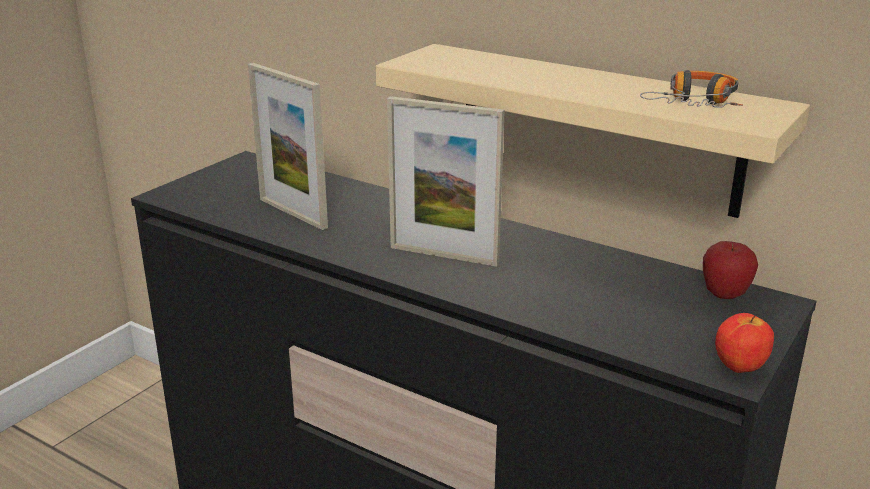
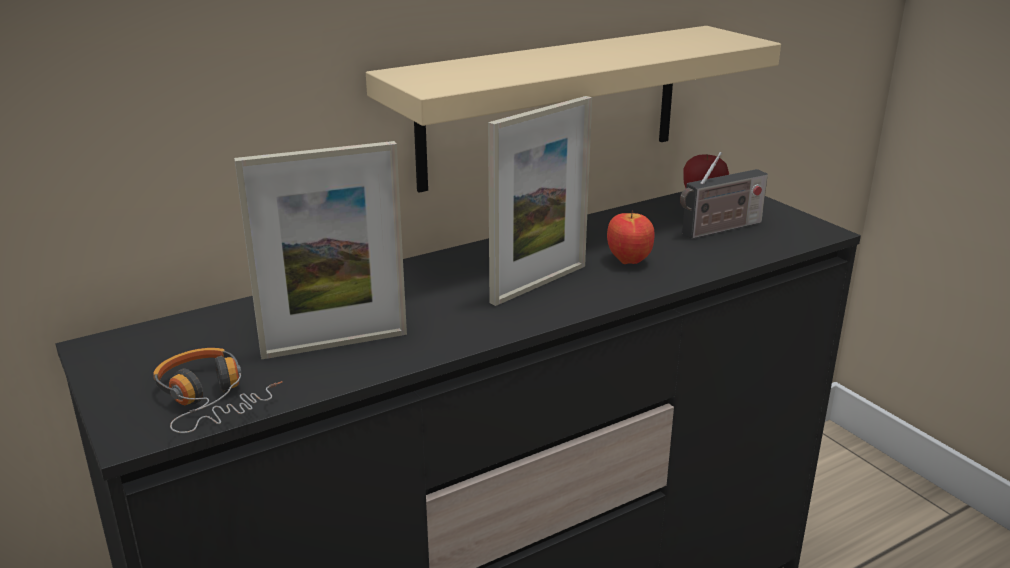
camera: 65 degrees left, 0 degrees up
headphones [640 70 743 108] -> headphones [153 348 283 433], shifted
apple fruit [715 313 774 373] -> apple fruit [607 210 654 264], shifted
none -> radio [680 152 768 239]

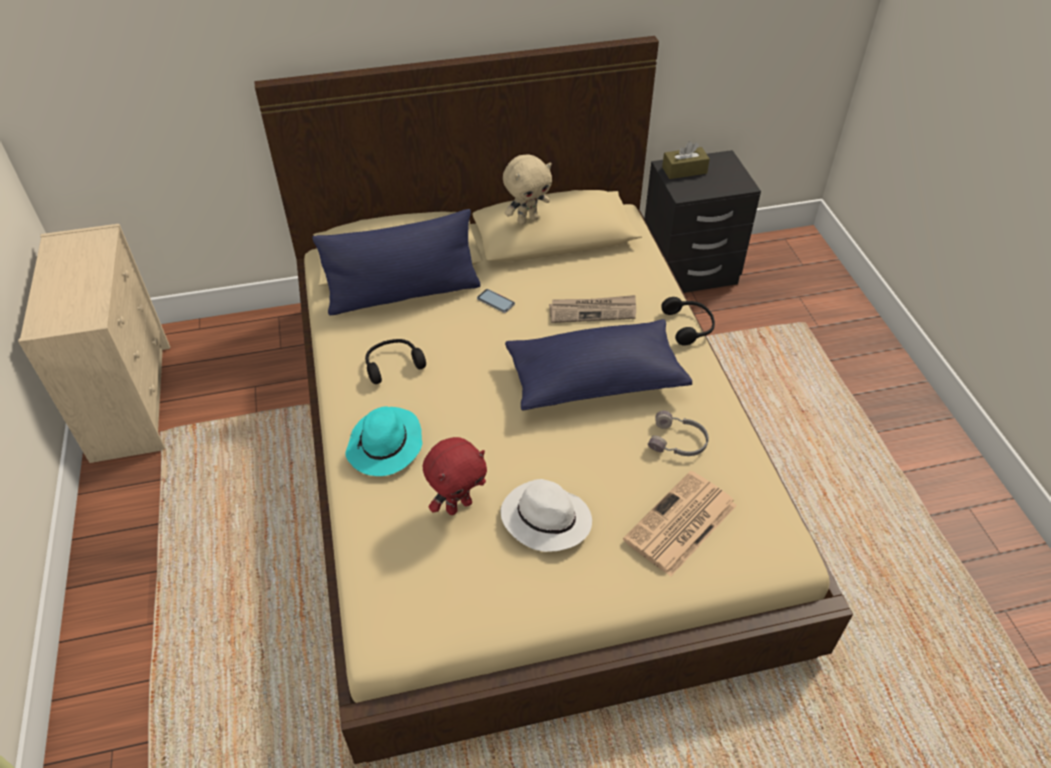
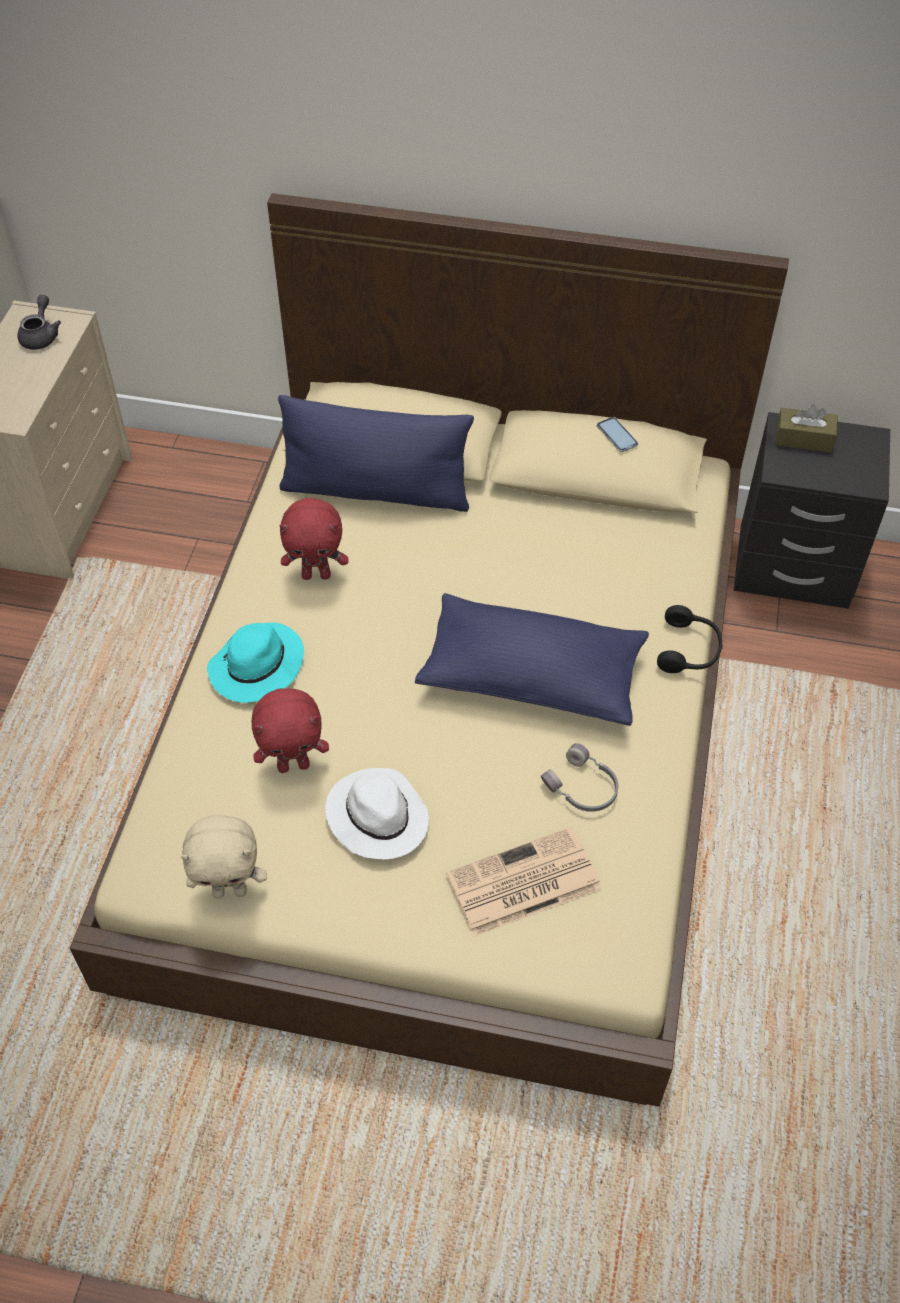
camera: 25 degrees right, 5 degrees up
none -> gray teapot [17 295 61 350]
beige plush toy [503 155 552 225] -> beige plush toy [181 815 267 899], shifted
blackish headphones [365 339 426 384] -> red-coloured plush toy [280 498 348 580]
phone [477 289 515 313] -> phone [597 417 638 452], shifted
daily paper [549 295 636 323] -> none

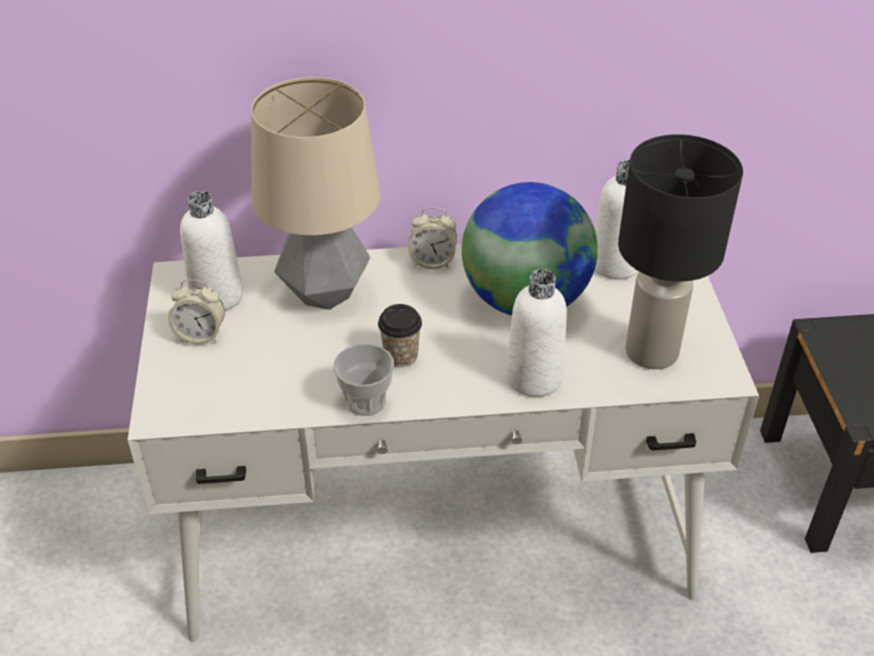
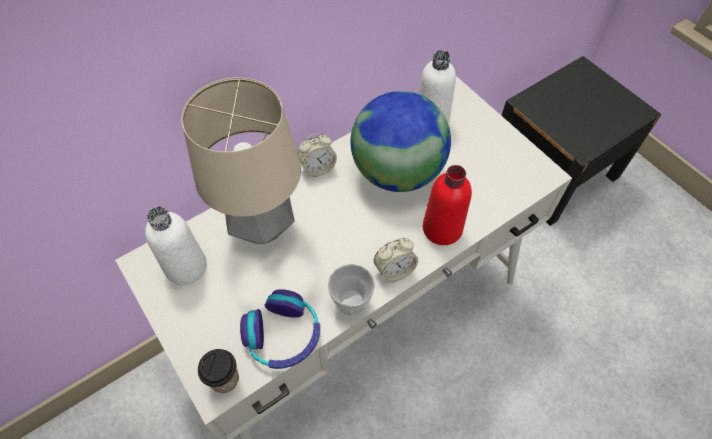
camera: 30 degrees left, 15 degrees up
drinking cup [378 304 422 368] -> drinking cup [198 349 239 393], shifted
none -> headphones [240 289 320 369]
bedside clock [168 279 225 345] -> bedside clock [374 238 418 282], shifted
white drink bottle [506 269 567 397] -> red-coloured drink bottle [423 165 472 245]
blackish tabletop lamp [618 134 743 369] -> none

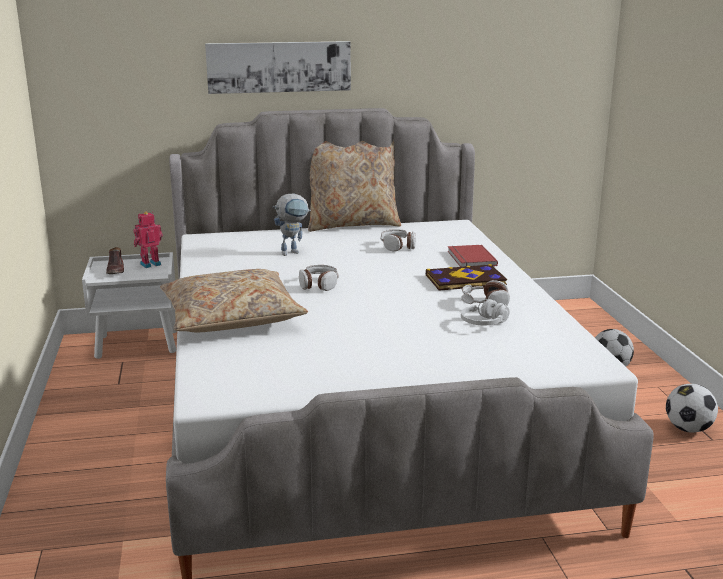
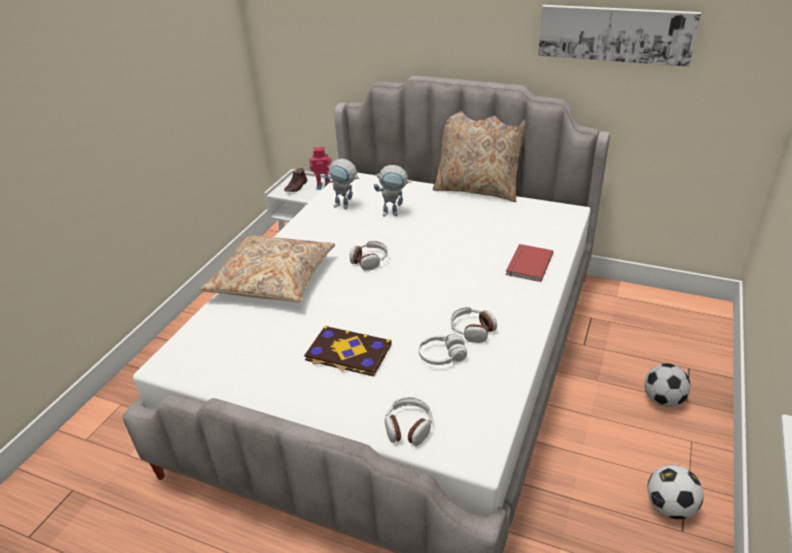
camera: 35 degrees right, 15 degrees up
volume [426 264 507 291] -> volume [304 326 391 376], shifted
none -> toy robot [324 159 359 209]
headphones [380 229 416 252] -> headphones [385 397 432 446], shifted
picture [205 41 351 94] -> picture [538 5 701 67], shifted

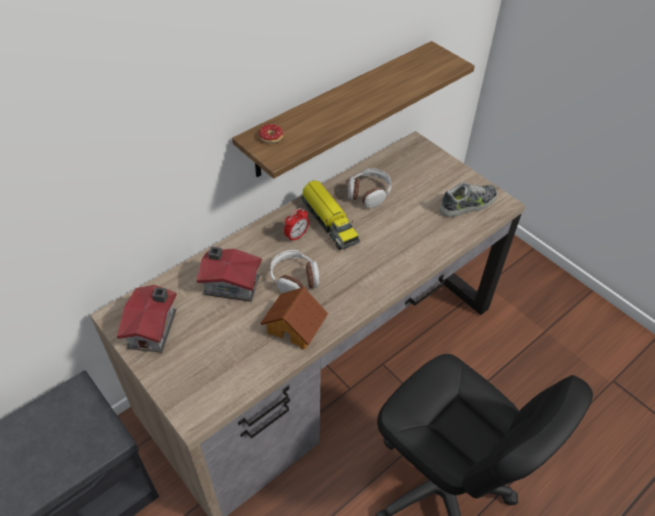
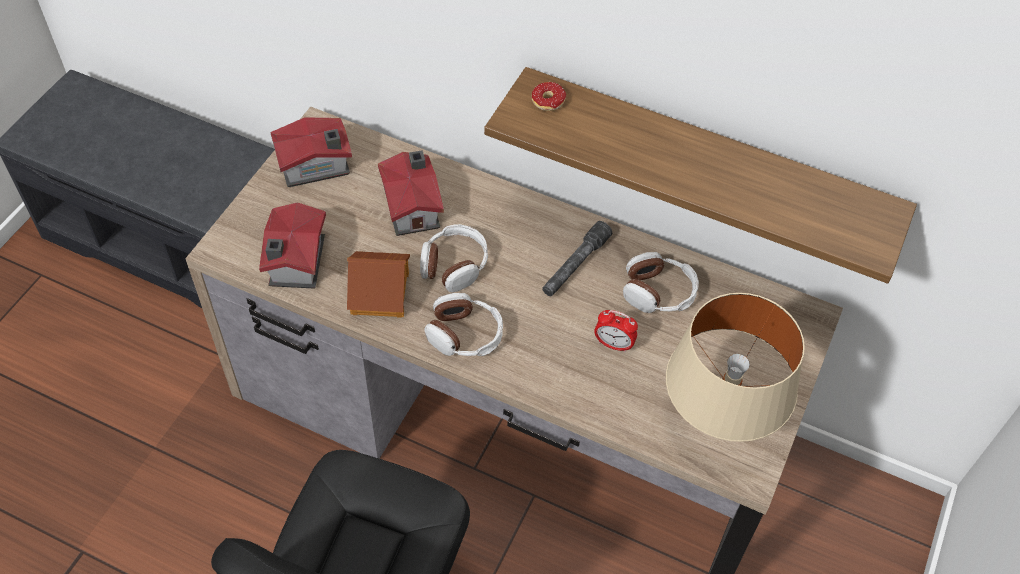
camera: 65 degrees right, 5 degrees up
none -> miniature house [259 202 326 289]
none -> headphones [424 293 503 356]
toy lorry [301 180 360 250] -> gray hand torch [542 221 612 296]
bedside clock [284 208 309 242] -> bedside clock [594 310 638 352], shifted
shoe [440 183 497 217] -> beige tabletop lamp [666 293 805 442]

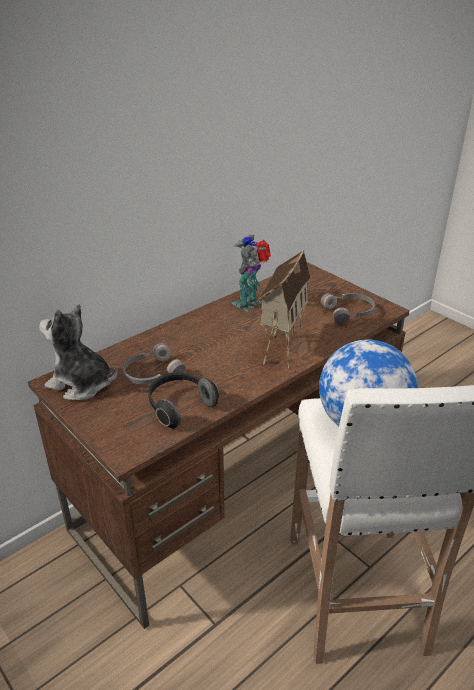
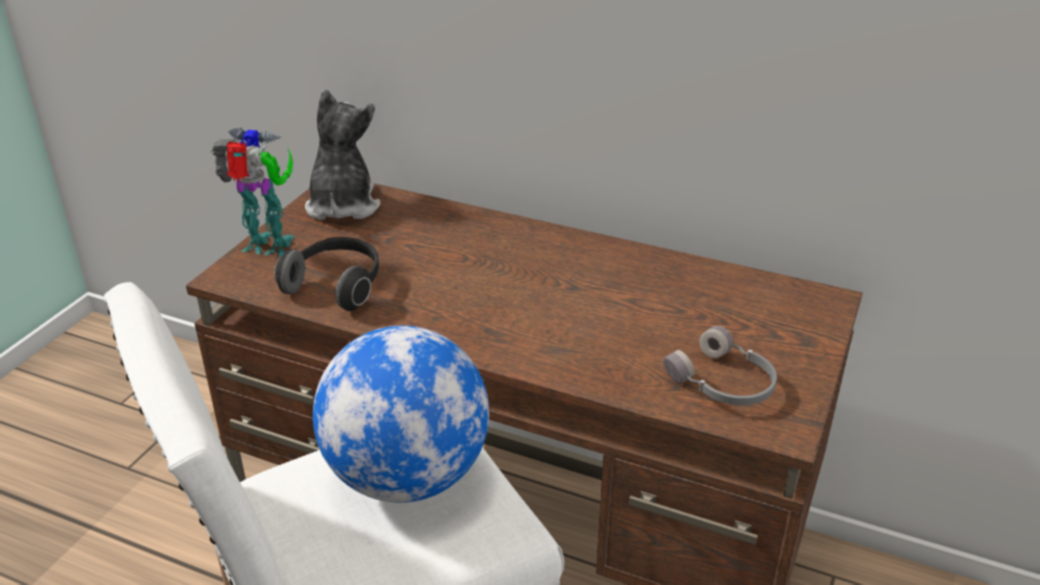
camera: 65 degrees right, 0 degrees up
toy robot [231 235 271 312] -> toy robot [211 128 294 257], shifted
gray headphones [123 343 186 384] -> none
miniature house [258 250 310 369] -> none

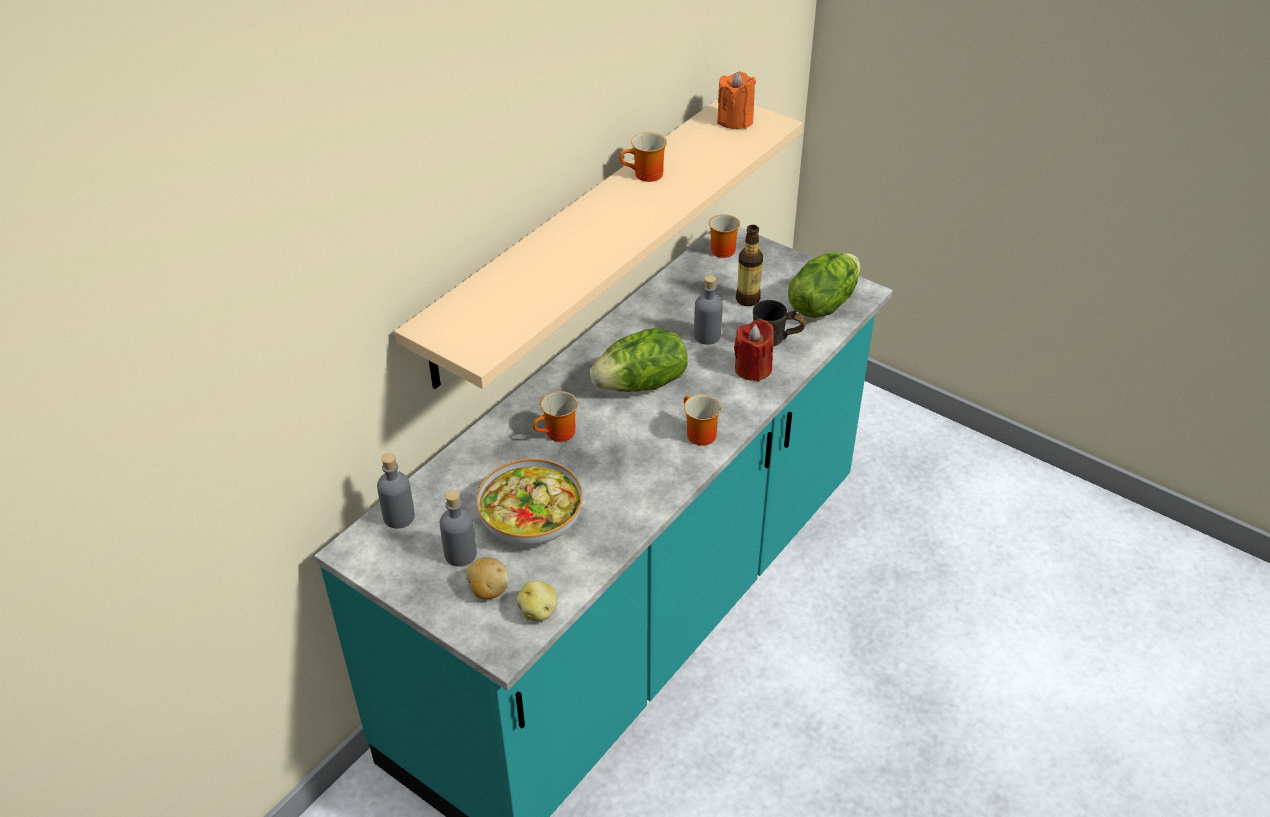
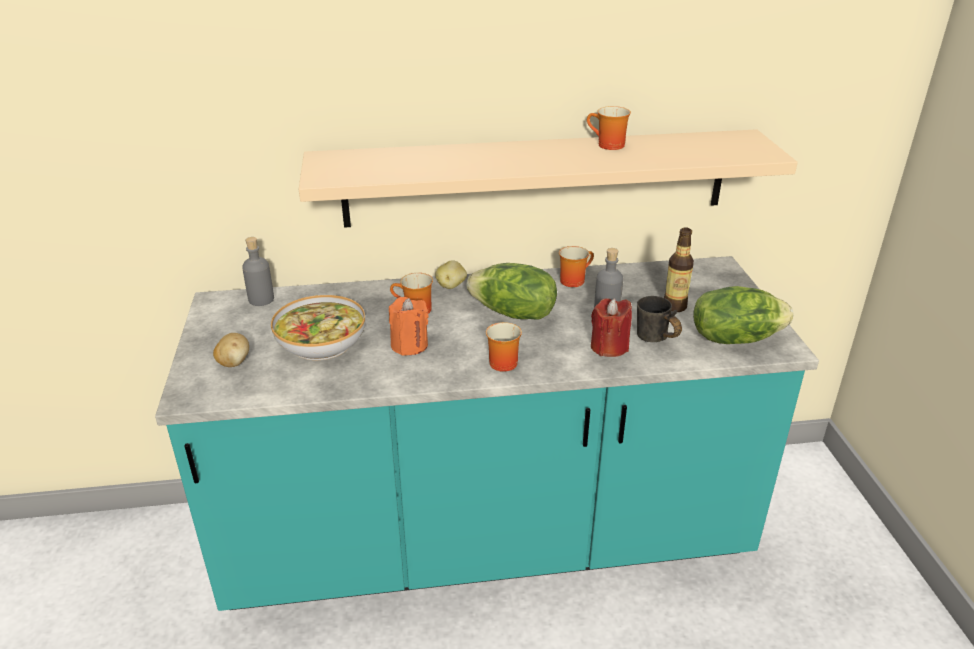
camera: 45 degrees right, 10 degrees down
orangey wax candle [717 71 756 129] -> orangey wax candle [389 297 429 356], shifted
spud [516 580 557 621] -> spud [435 260 467 289], shifted
tea mug [709 214 740 258] -> tea mug [559 246 594 287], shifted
gray drink bottle [440 490 477 567] -> none

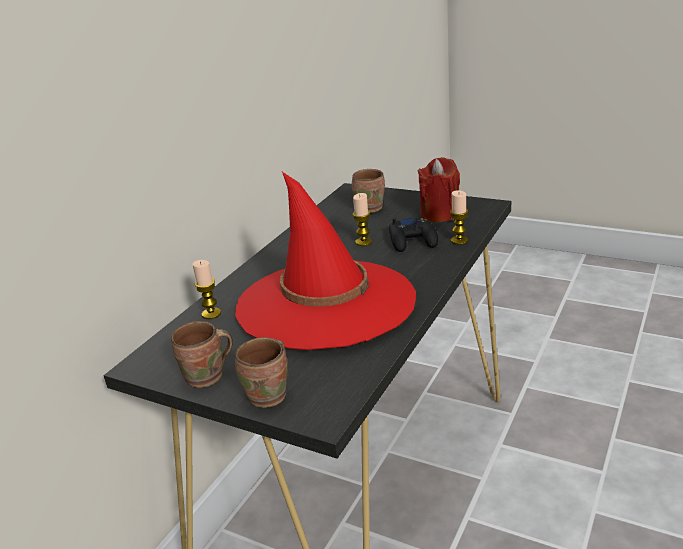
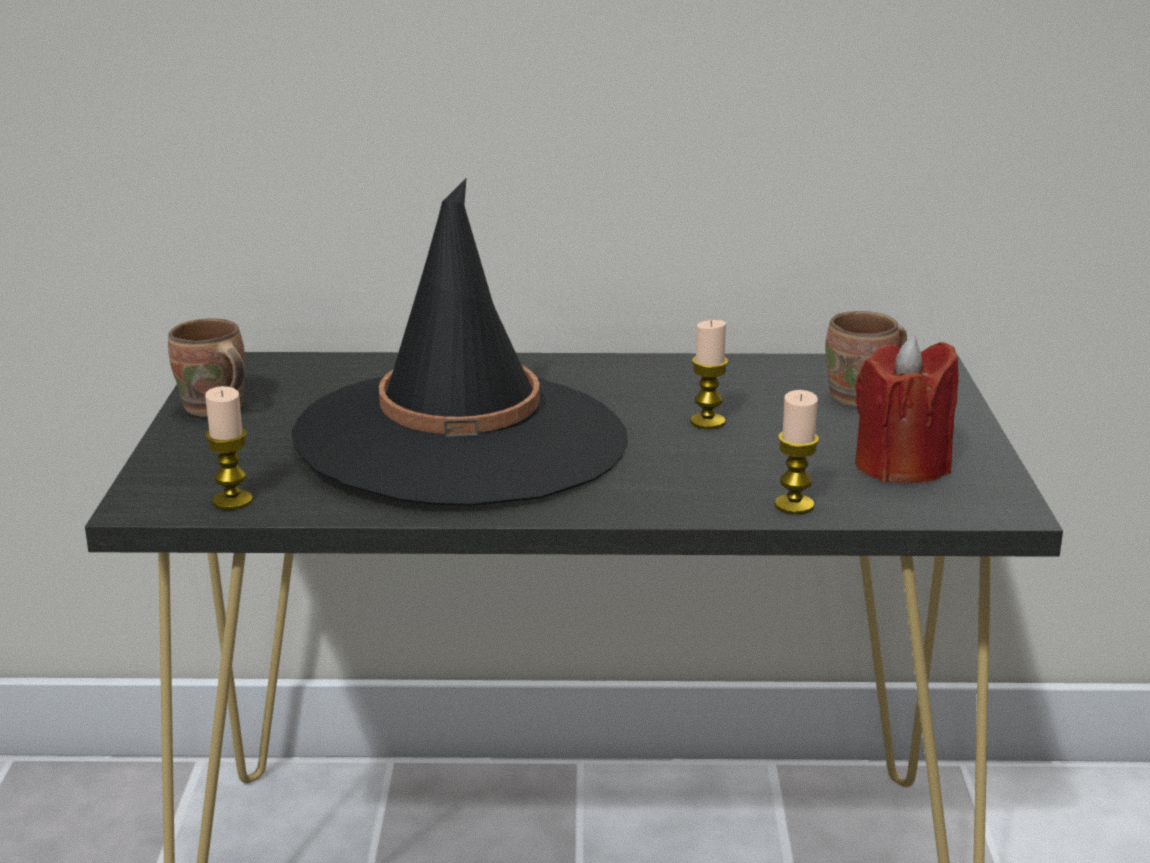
camera: 60 degrees right, 5 degrees down
wax candle [192 260 221 319] -> wax candle [205 386 253 510], shifted
red-coloured hat [235 172 416 350] -> blackish hat [291 178 628 506]
brownish tea mug [235 337 288 408] -> none
blackish game controller [389 218 438 252] -> none

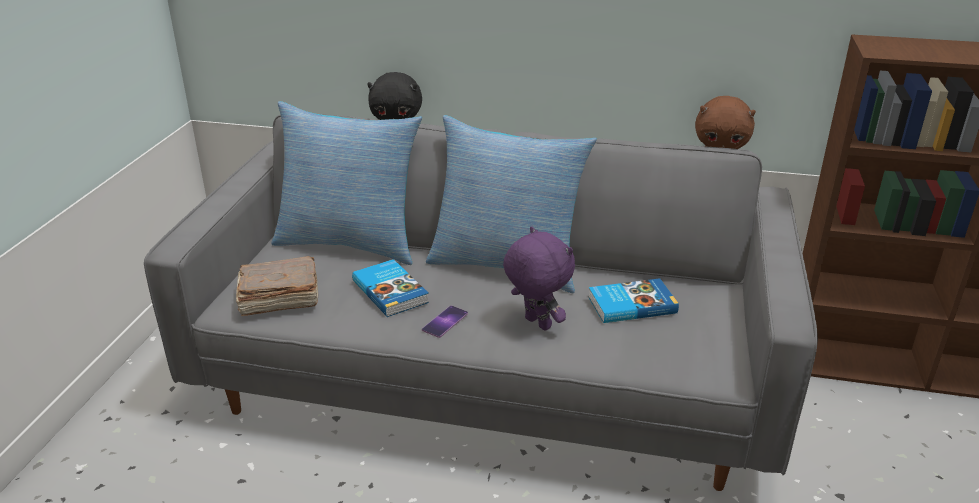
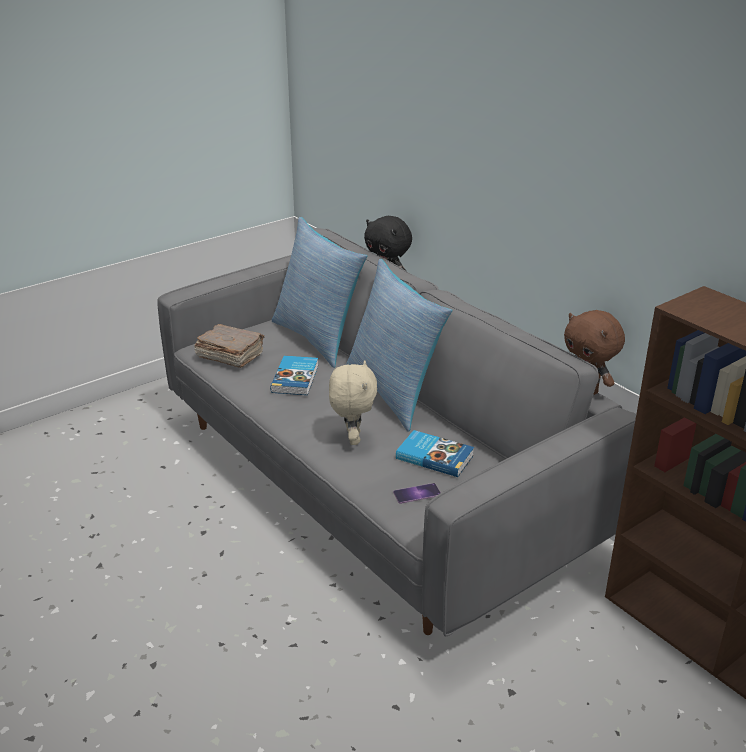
camera: 40 degrees right, 0 degrees up
purplish plush toy [503 226 575 331] -> beige plush toy [329 360 377 445]
phone [422 305 468 338] -> phone [393 483 441 504], shifted

